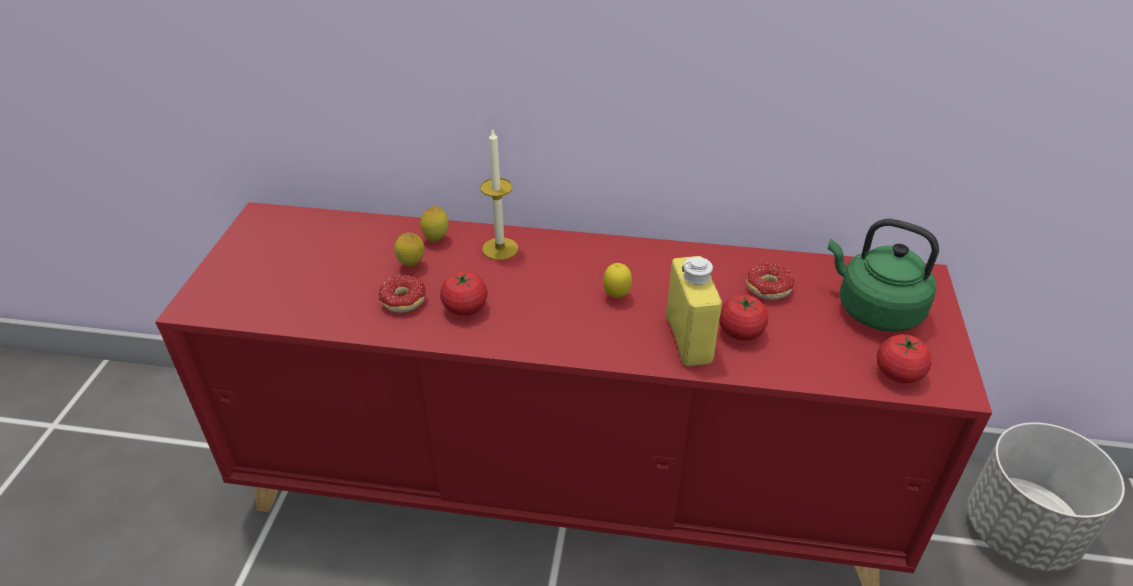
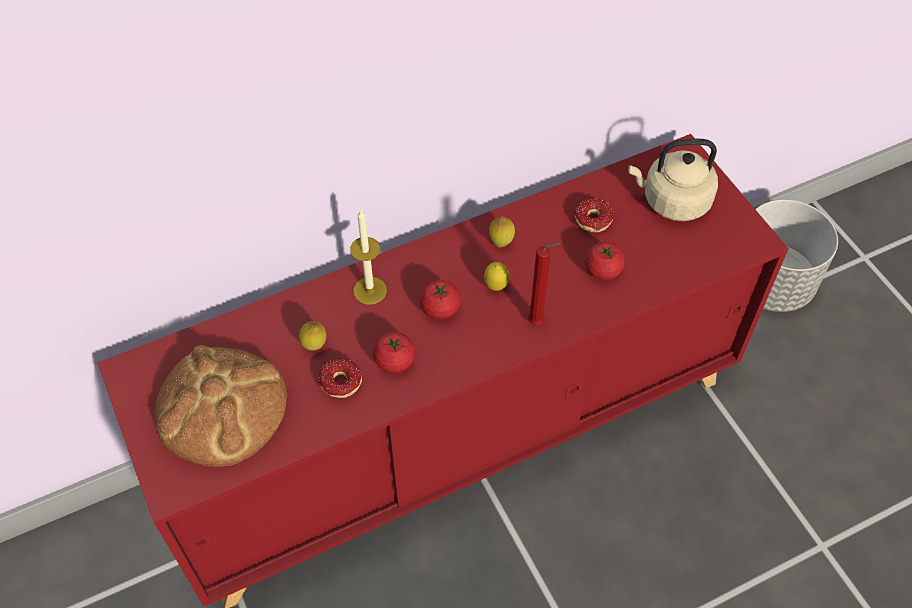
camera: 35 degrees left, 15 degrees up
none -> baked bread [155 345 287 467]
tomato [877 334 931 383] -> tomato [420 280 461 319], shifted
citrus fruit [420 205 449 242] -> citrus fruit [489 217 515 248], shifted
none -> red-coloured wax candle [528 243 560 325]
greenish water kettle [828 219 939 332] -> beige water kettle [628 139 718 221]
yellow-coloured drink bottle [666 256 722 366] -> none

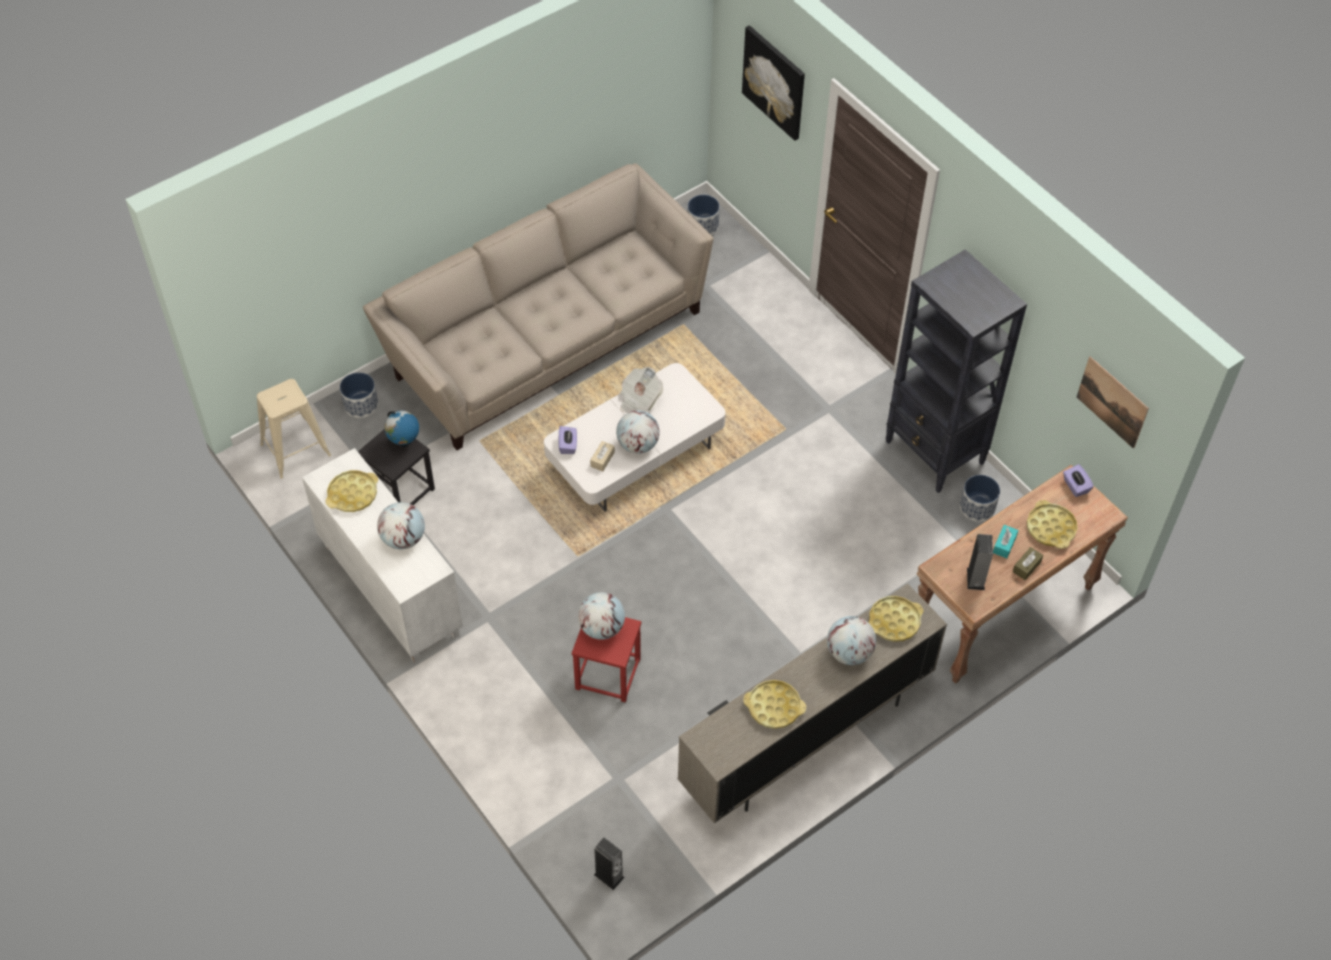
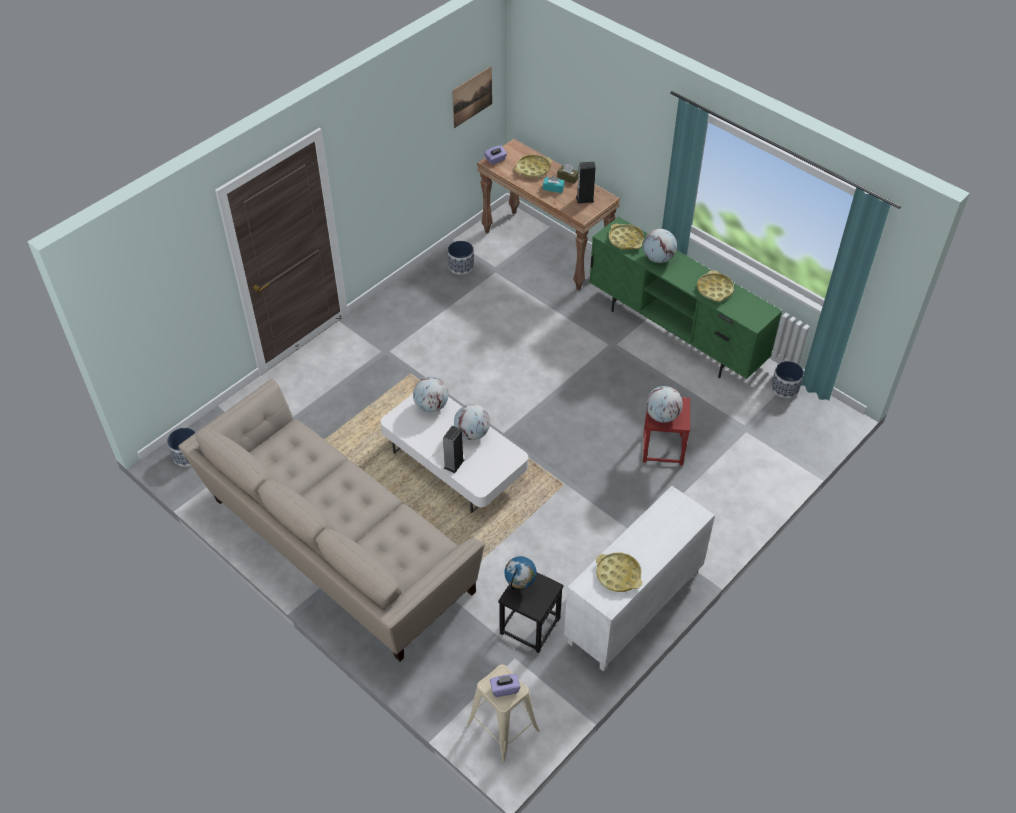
camera: 100 degrees left, 5 degrees down
desk globe [377 502 425 549] -> desk globe [413 377 449 412], shifted
audio speaker [594 838 625 890] -> audio speaker [443 426 464 473], shifted
purplish box of tissues [559 426 577 454] -> purplish box of tissues [490 674 520 697], shifted
beige media console [678 583 947 823] -> greenish media console [589 217 782 379]
plant pot [340 373 378 418] -> plant pot [771 361 804 398], shifted
beige box of tissues [590 441 615 471] -> none
daily paper [620 367 663 413] -> none
picture [742 25 805 141] -> none
blackish bookshelf [885 249 1027 493] -> none

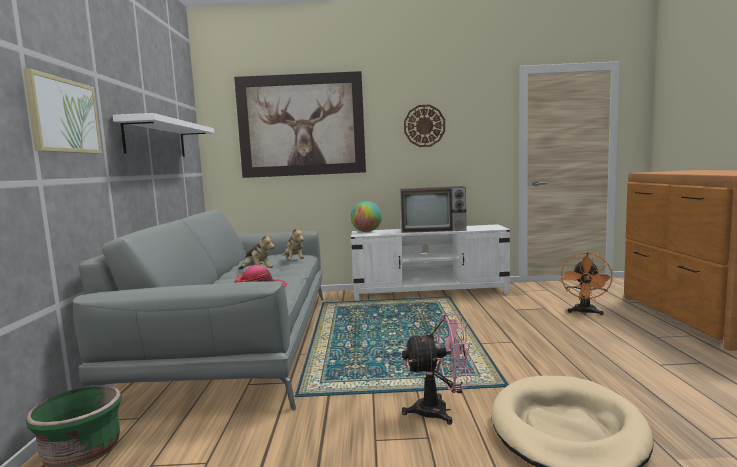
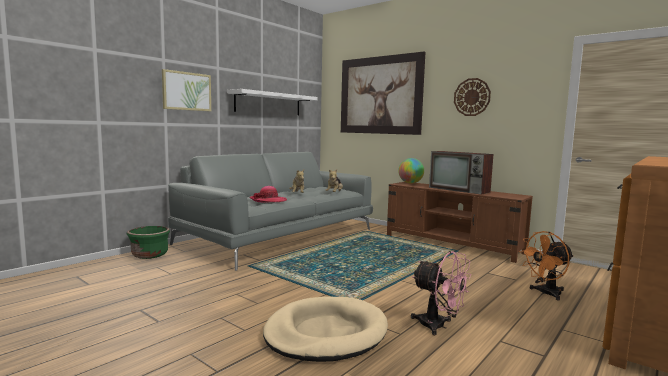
camera: 40 degrees right, 0 degrees up
white media console [351 224 510 301] -> brownish media console [387 182 533 263]
pink-coloured cooling fan [402 314 474 425] -> pink-coloured cooling fan [411 251 471 335], shifted

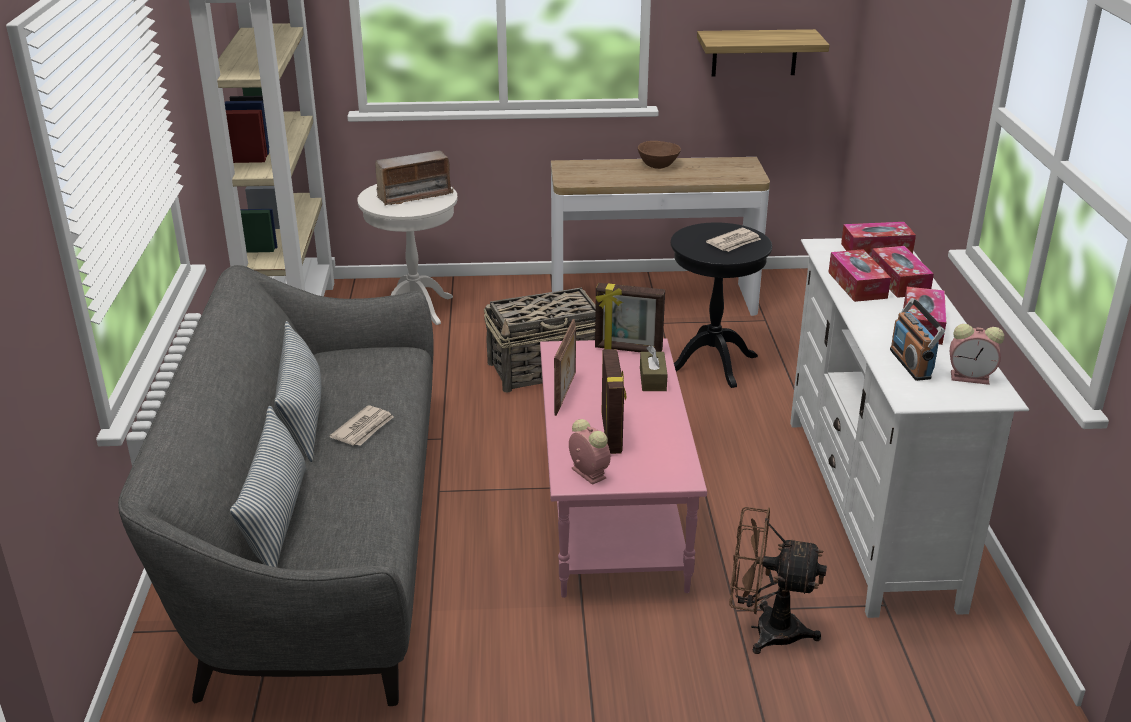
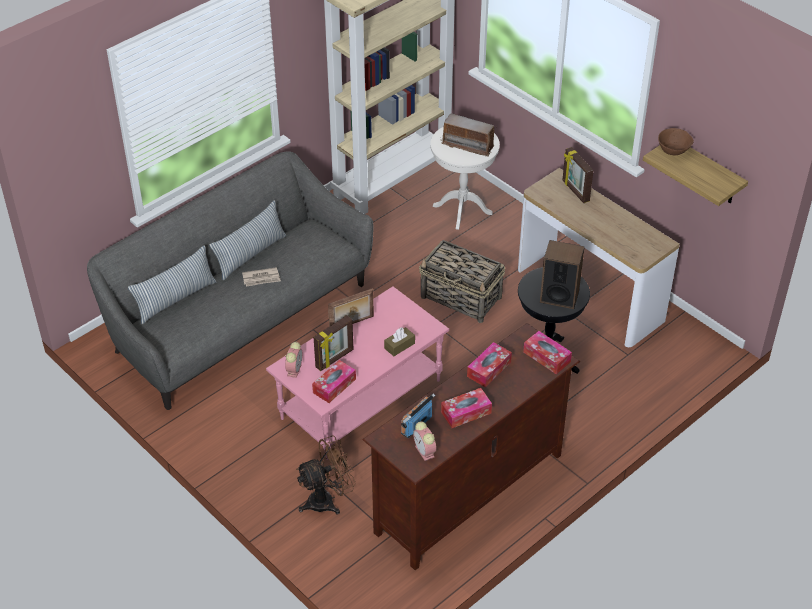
camera: 50 degrees right, 15 degrees up
brownish cooling fan [729 507 827 654] -> brownish cooling fan [296 436 356 514], 90 degrees clockwise
box of tissues [871 246 934 298] -> box of tissues [312 360 356 403], shifted
white media console [790 238 1029 618] -> brownish media console [363 323 580 570]
daily paper [706 228 761 252] -> audio speaker [540 240 585 309]
photo frame [595 283 665 352] -> photo frame [562 147 594 203], shifted
brownish deep dish [638 141 681 169] -> brownish deep dish [658 128 694 155], shifted

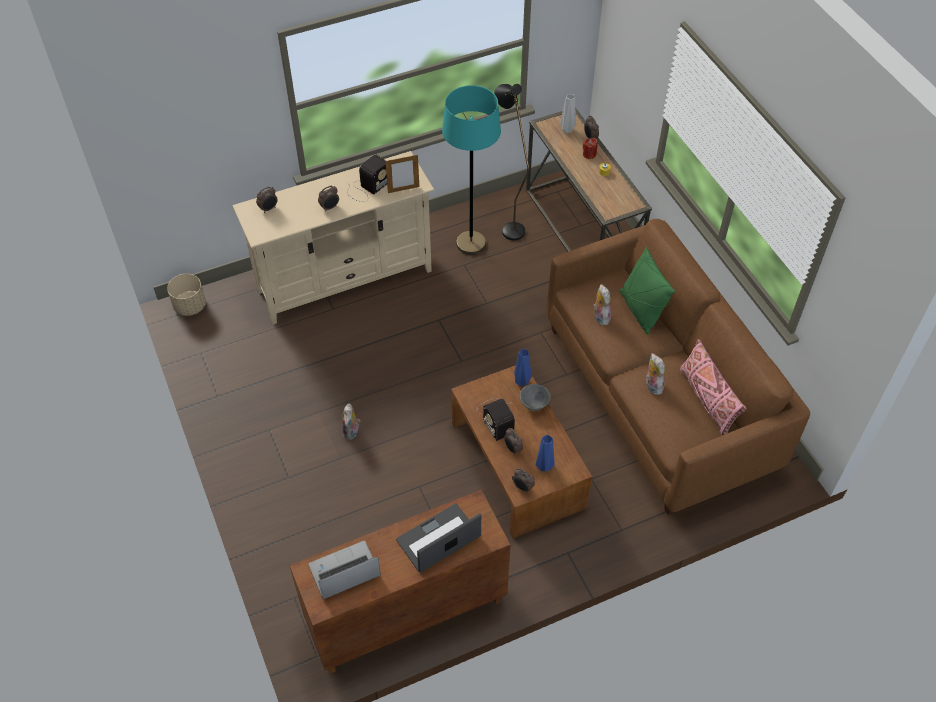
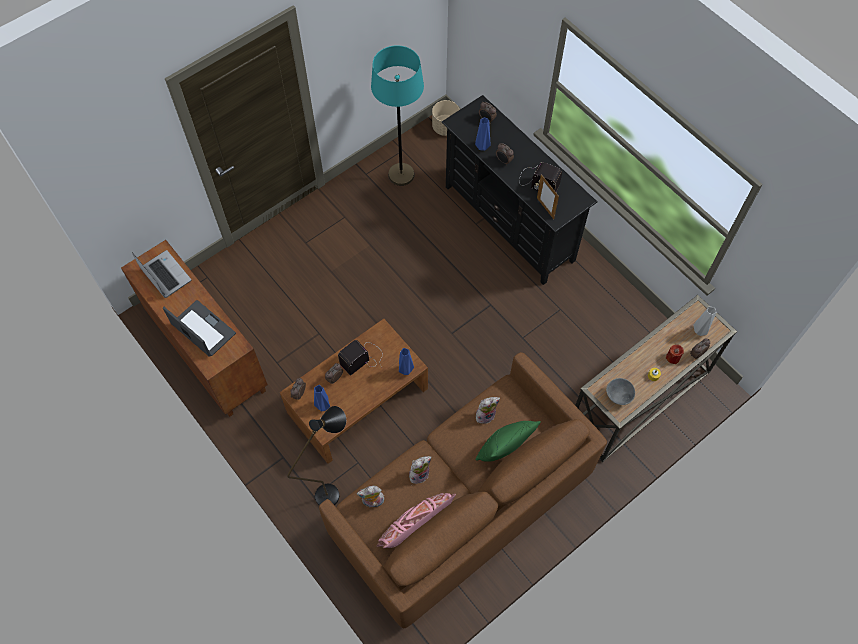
camera: 75 degrees right, 10 degrees up
blackish standard lamp [494 84 529 240] -> blackish standard lamp [287 406 346 505], shifted
plush toy [342 404 360 440] -> plush toy [357 485 384 507], shifted
blue-green standard lamp [442 85 501 255] -> blue-green standard lamp [371 45 424 186], shifted
beige media console [232 151 434 324] -> blackish media console [442 95 597 285]
none -> blue-coloured flower vase [475 117 490 151]
gray deep dish [520 384 551 411] -> gray deep dish [606 378 635 405], shifted

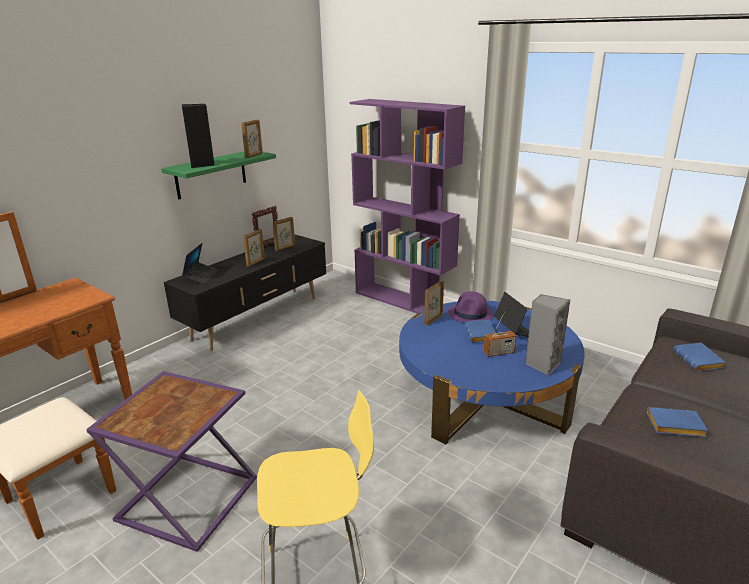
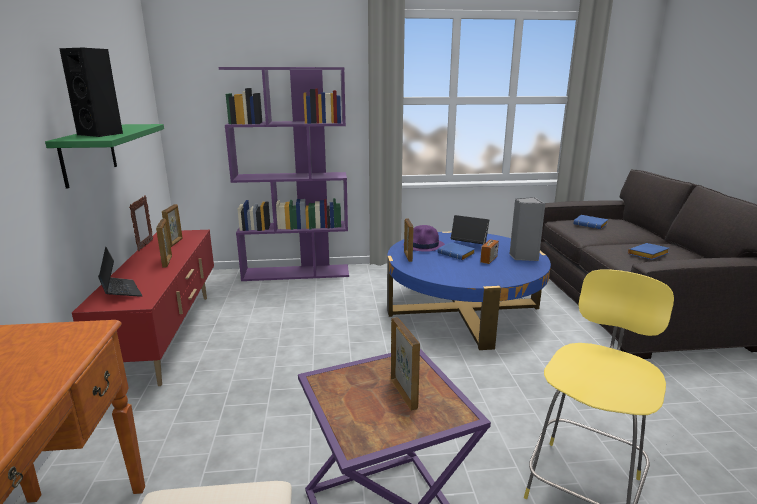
camera: 45 degrees left, 5 degrees down
blackish media console [164 234 326 351] -> red-coloured media console [72 230 214 386]
photo frame [241 119 263 158] -> photo frame [391 317 420 411], shifted

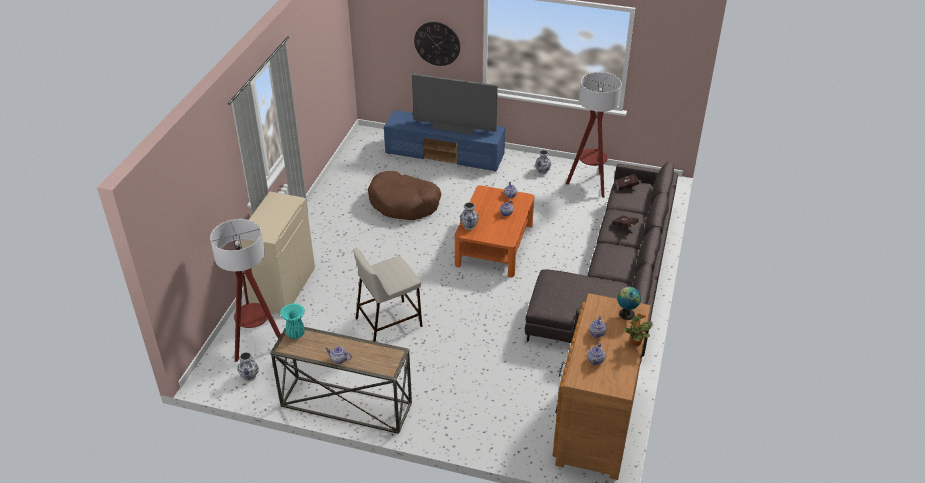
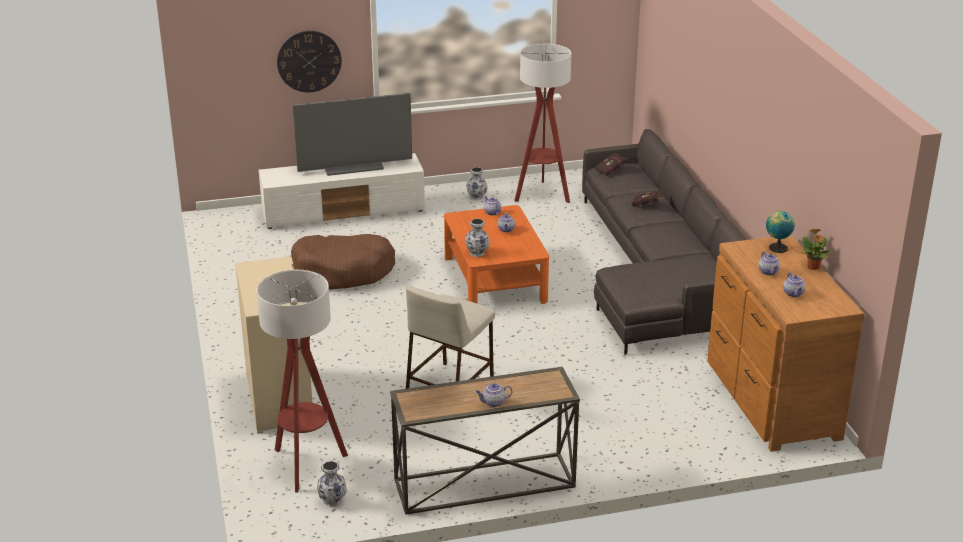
camera: 30 degrees left, 10 degrees down
blue-coloured media console [384 110 505 172] -> white media console [259 153 425 229]
blue-green flower vase [280 303 305 339] -> none

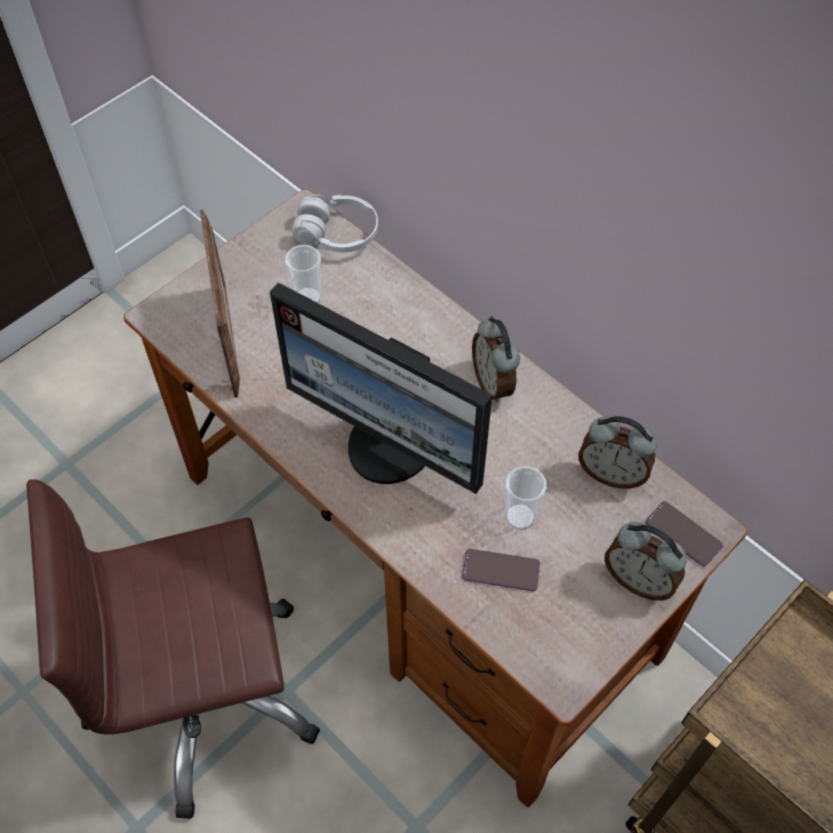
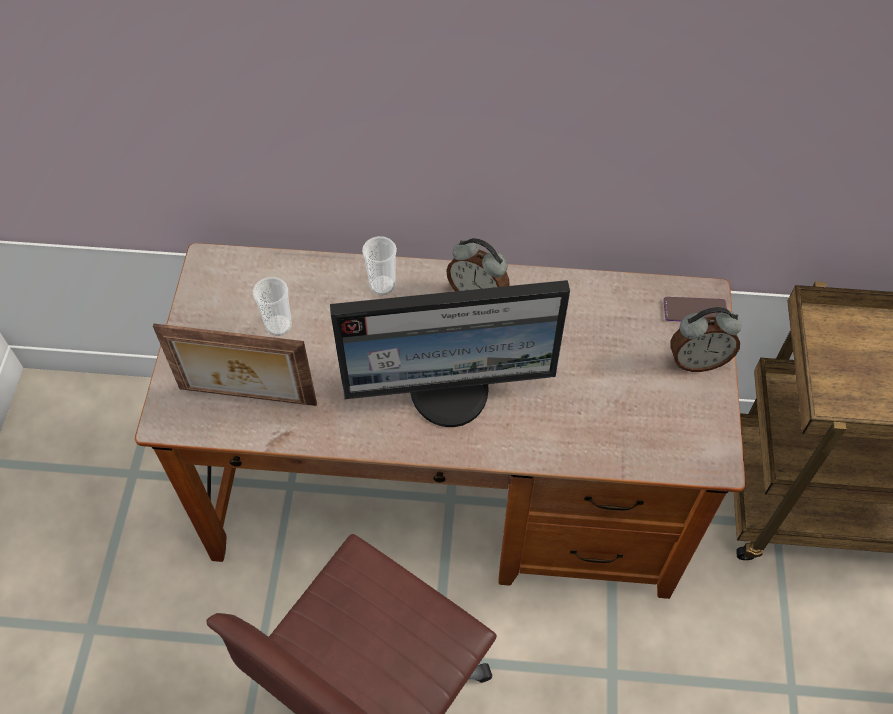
camera: 40 degrees left, 0 degrees up
photo frame [200 210 240 398] -> photo frame [153 324 317 406], 150 degrees clockwise
drinking cup [505 466 547 530] -> drinking cup [362 236 397 295], shifted
white headphones [292 194 378 252] -> none
phone [462 549 540 591] -> none
bedside clock [579 416 657 489] -> none

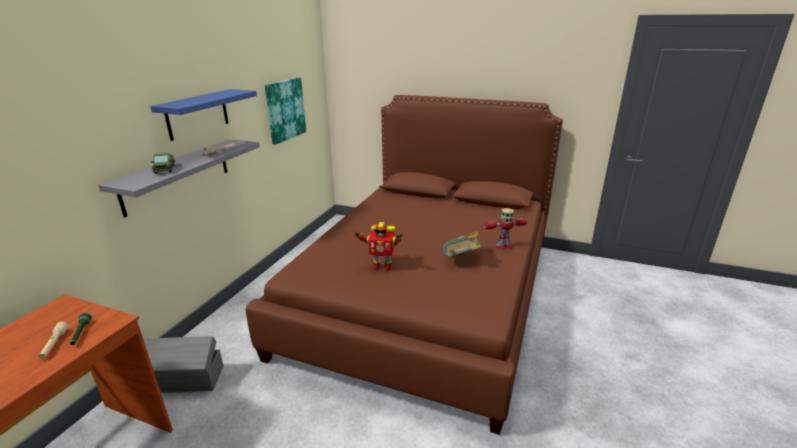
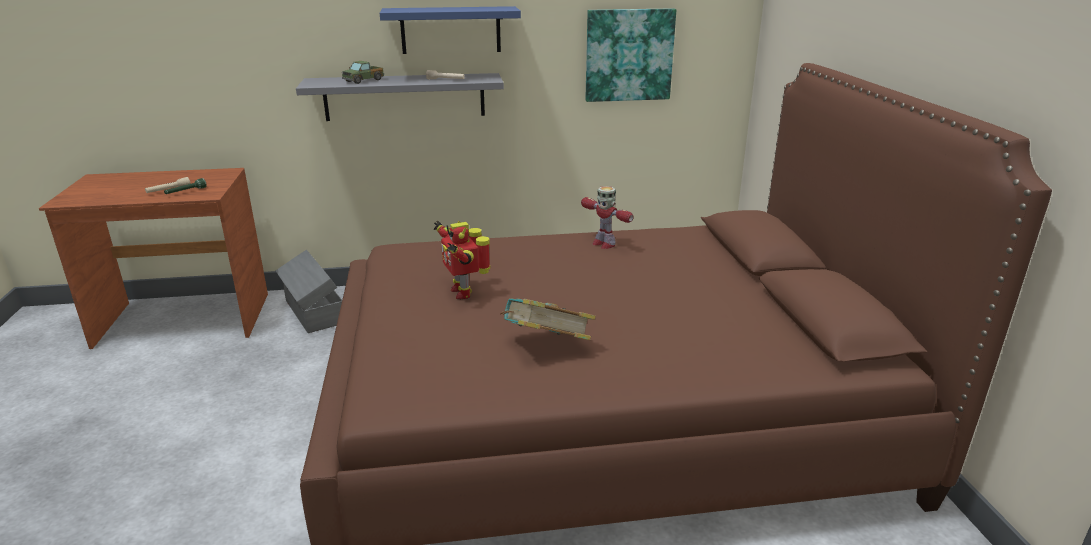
camera: 60 degrees right, 0 degrees up
toy robot [484 208 527 250] -> toy robot [581 186 633 249], shifted

